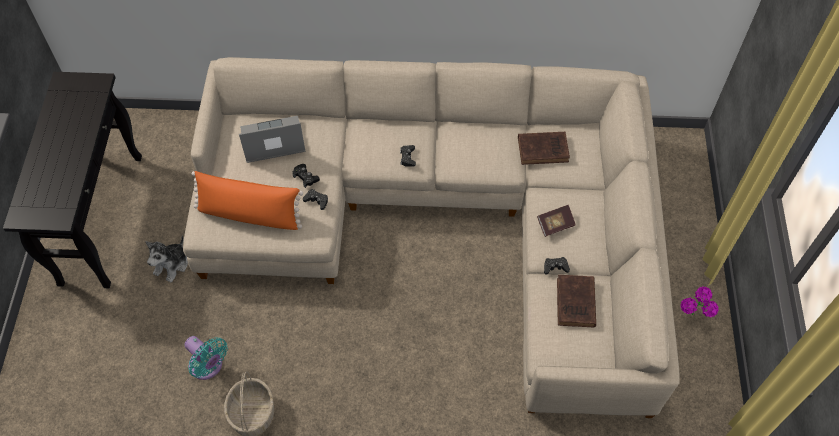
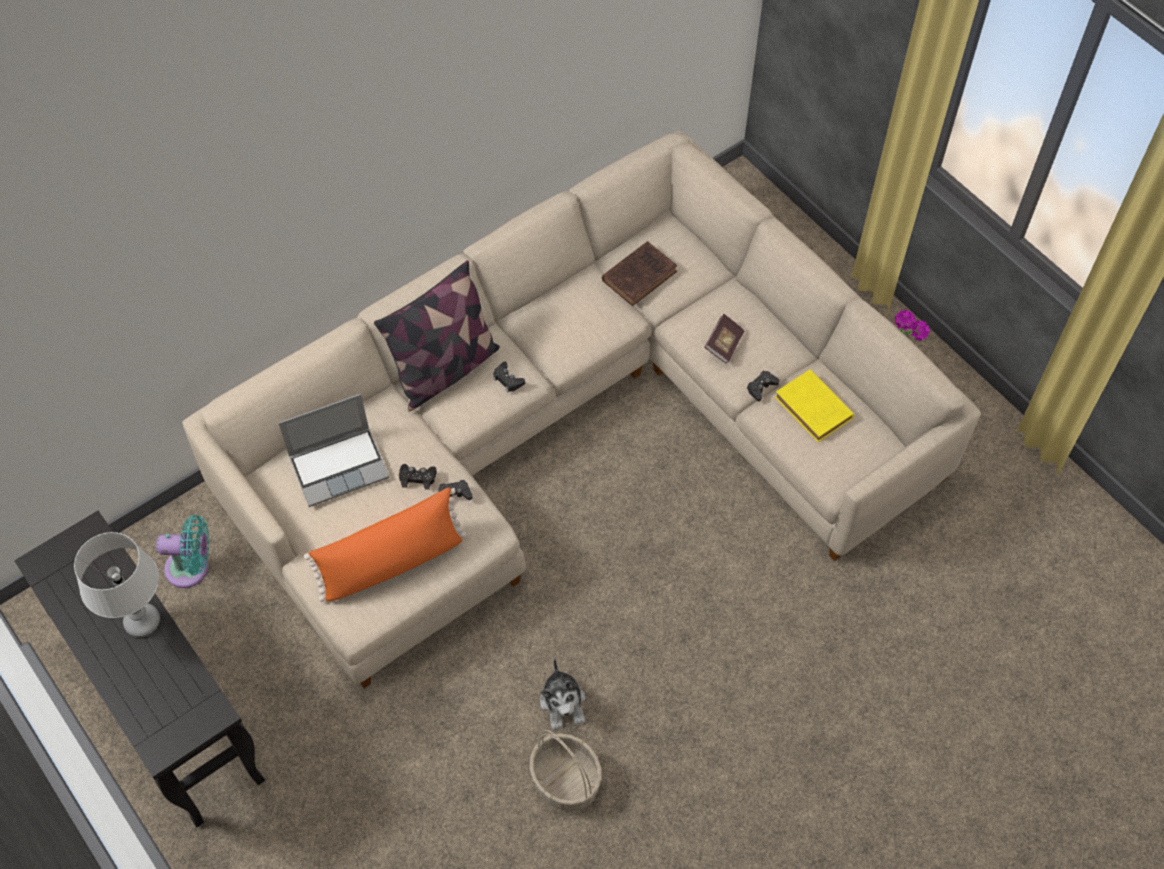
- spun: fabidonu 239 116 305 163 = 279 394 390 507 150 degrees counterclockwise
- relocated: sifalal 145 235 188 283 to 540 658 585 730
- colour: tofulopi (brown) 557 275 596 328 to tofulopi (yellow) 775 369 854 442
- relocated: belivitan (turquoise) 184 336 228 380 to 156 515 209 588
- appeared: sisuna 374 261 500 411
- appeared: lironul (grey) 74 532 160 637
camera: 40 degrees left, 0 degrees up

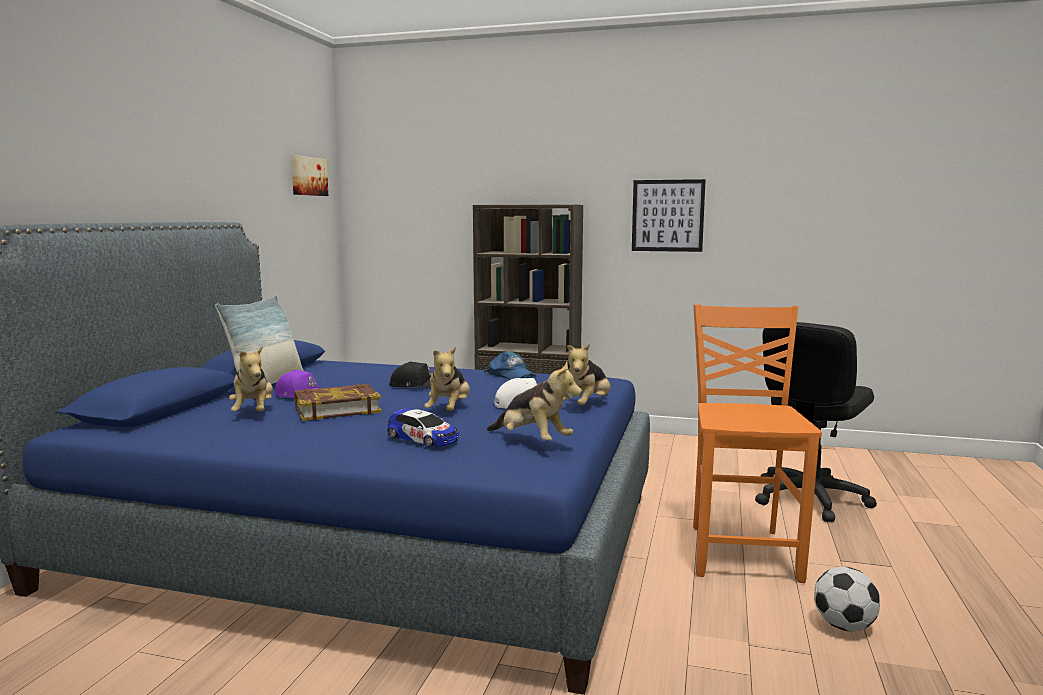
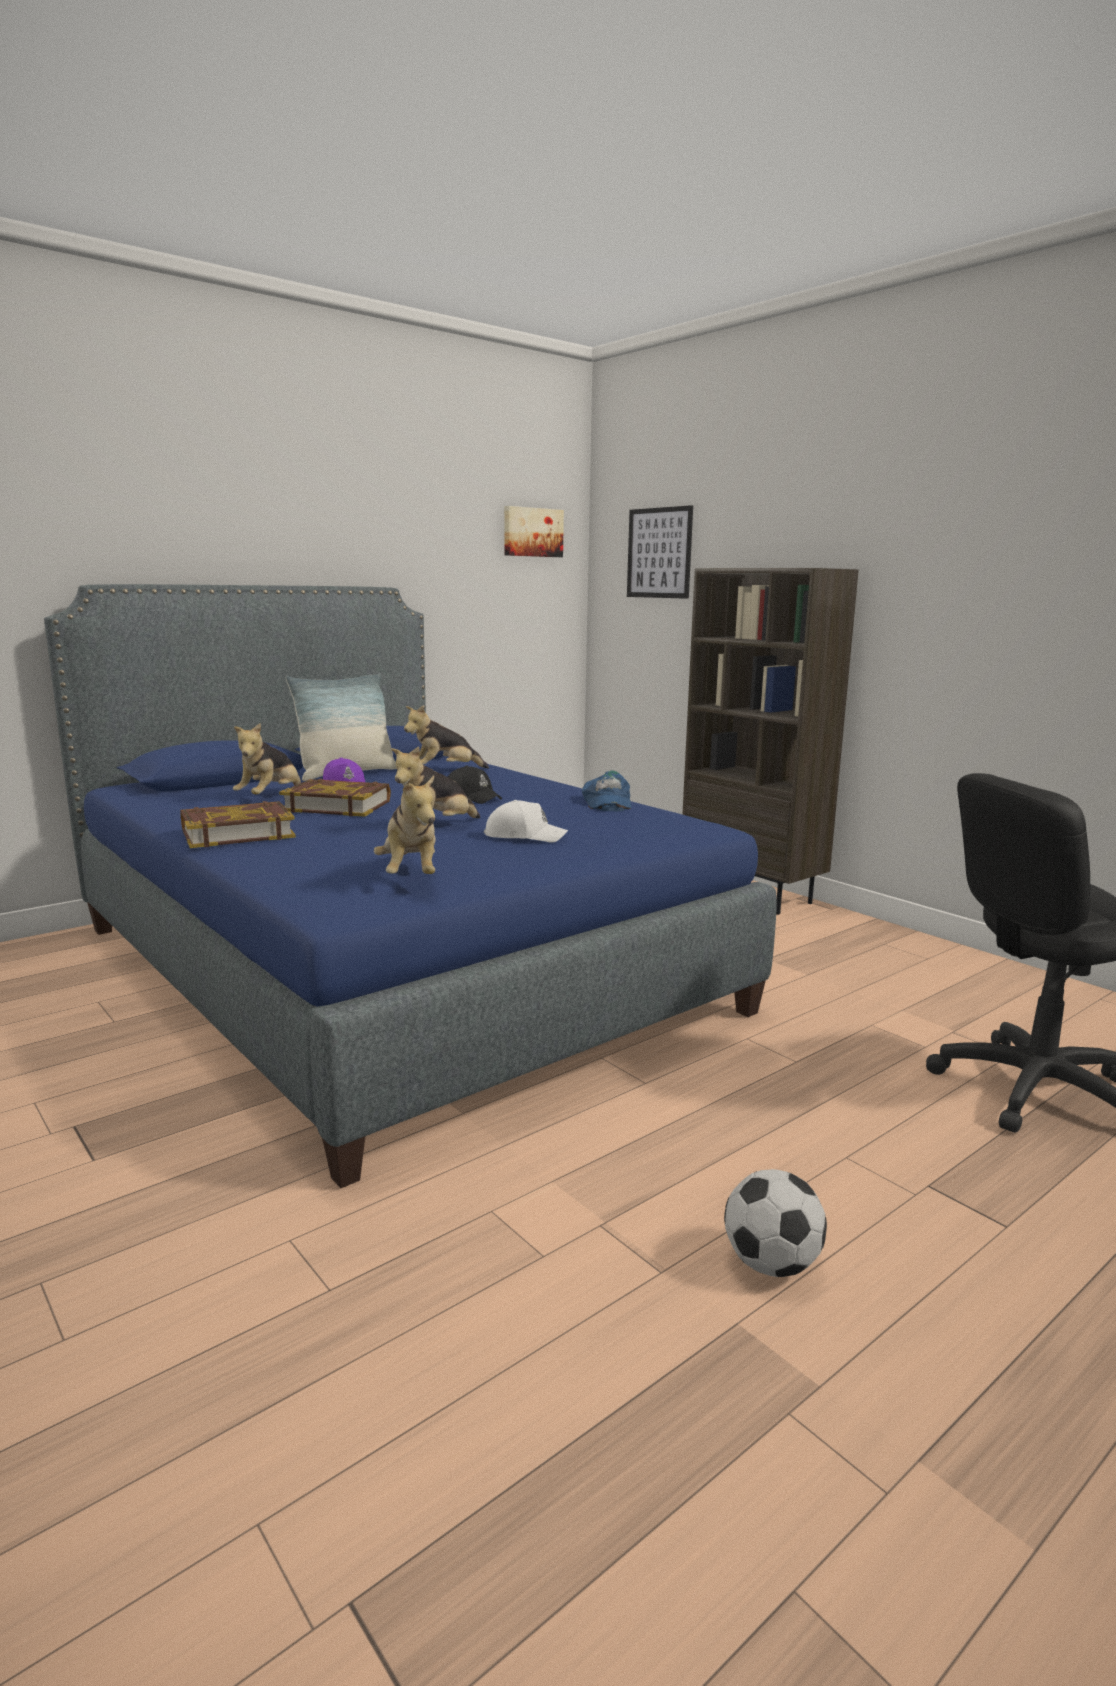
- relocated: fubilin 632 179 706 252 to 627 505 693 599
- missing: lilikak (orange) 693 304 822 583
- relocated: sifalal 563 343 610 405 to 404 706 489 768
- missing: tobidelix 387 409 459 447
- appeared: tofulopi 180 801 296 848
camera: 35 degrees right, 5 degrees up

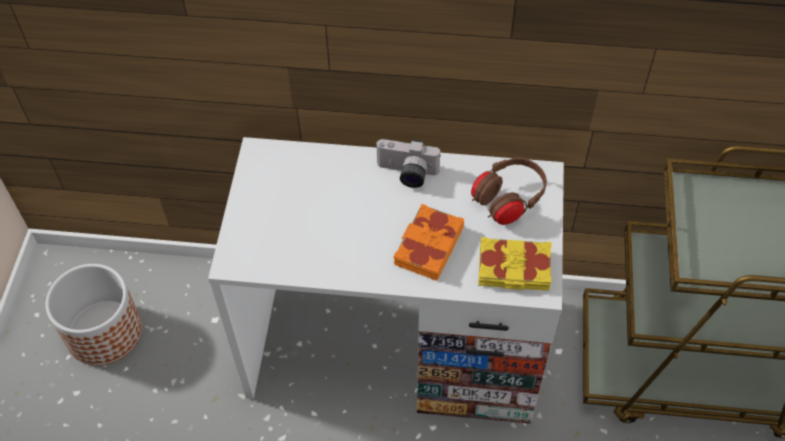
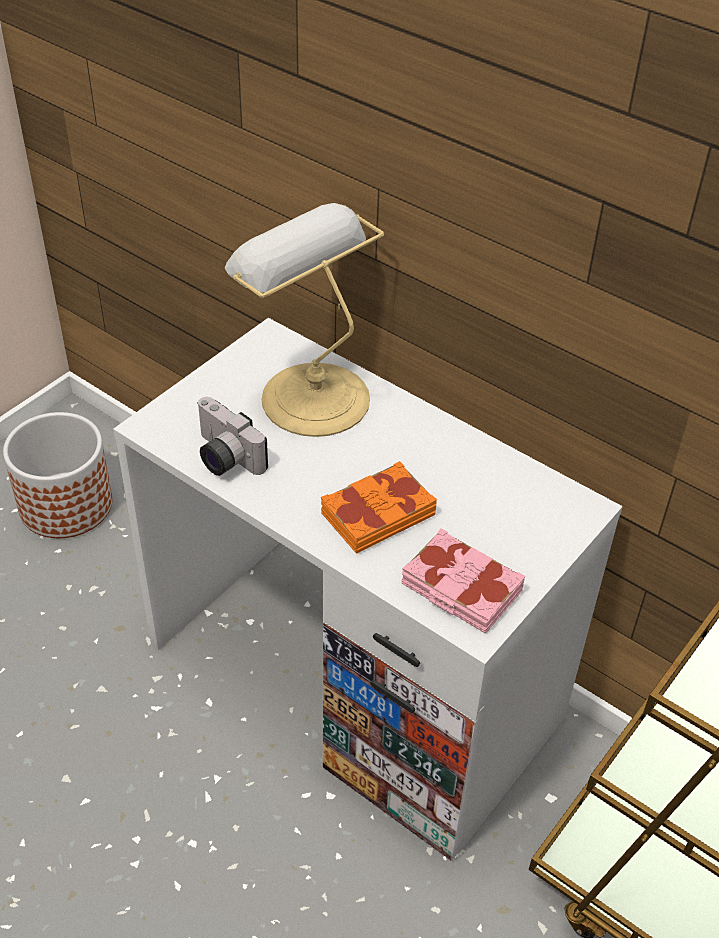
- relocated: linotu 375 139 441 188 to 197 397 268 476
- missing: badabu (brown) 471 158 547 225
- colour: tofulopi (yellow) 478 237 552 291 to tofulopi (pink) 401 528 526 634
- appeared: lironul 225 203 384 437
camera: 30 degrees right, 10 degrees down

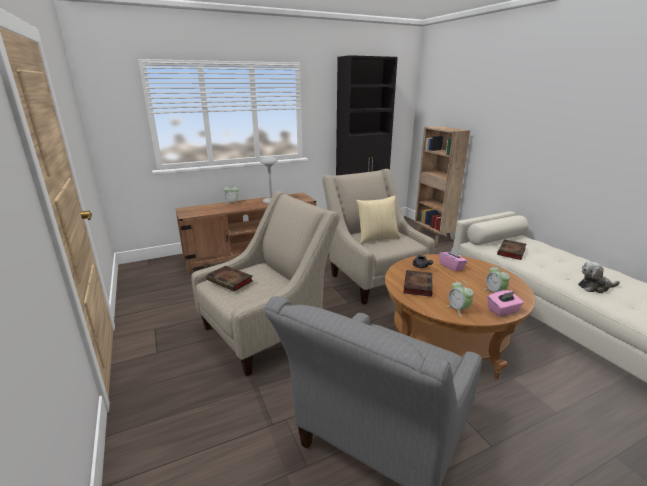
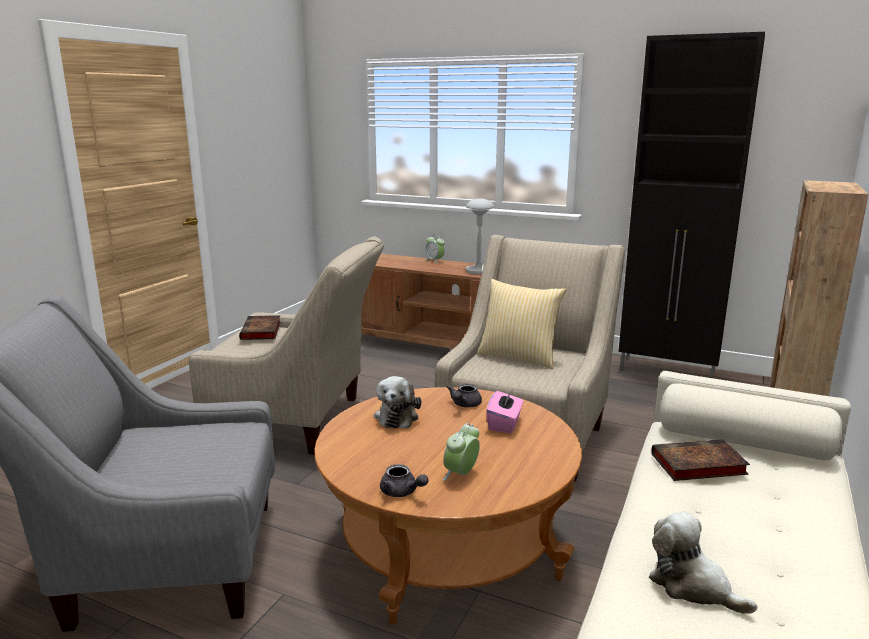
- exchanged: tofulopi 403 270 432 297 to sifalal 374 376 421 428
- missing: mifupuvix 447 281 473 316
- exchanged: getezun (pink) 487 290 524 316 to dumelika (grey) 380 464 429 497
camera: 50 degrees right, 5 degrees down

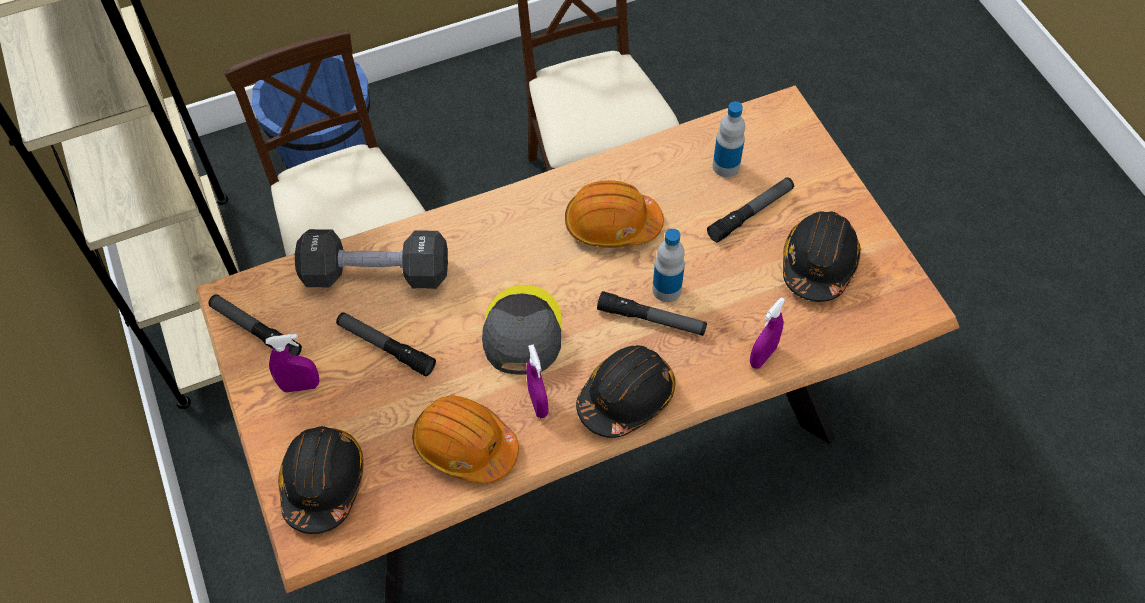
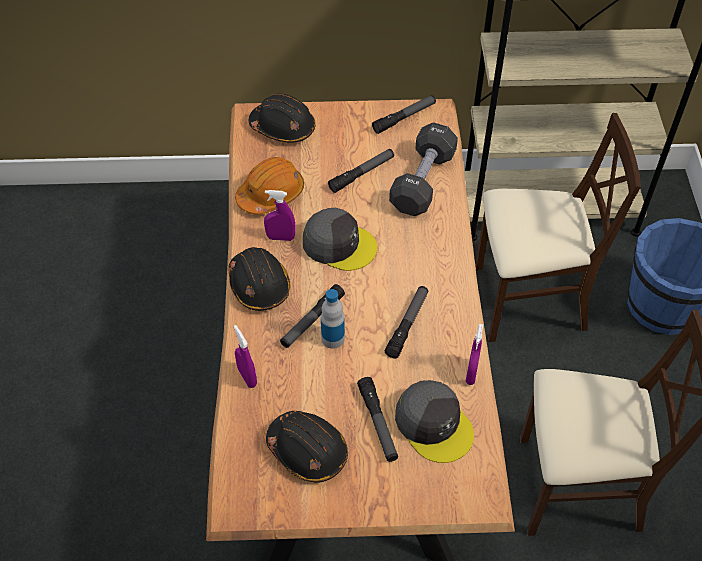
- exchanged: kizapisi 713 101 745 177 to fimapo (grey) 395 380 474 463
- exchanged: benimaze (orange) 565 180 664 248 to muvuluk 385 286 428 358
- relocated: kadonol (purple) 266 334 319 392 to 465 324 483 385
camera: 110 degrees right, 5 degrees down

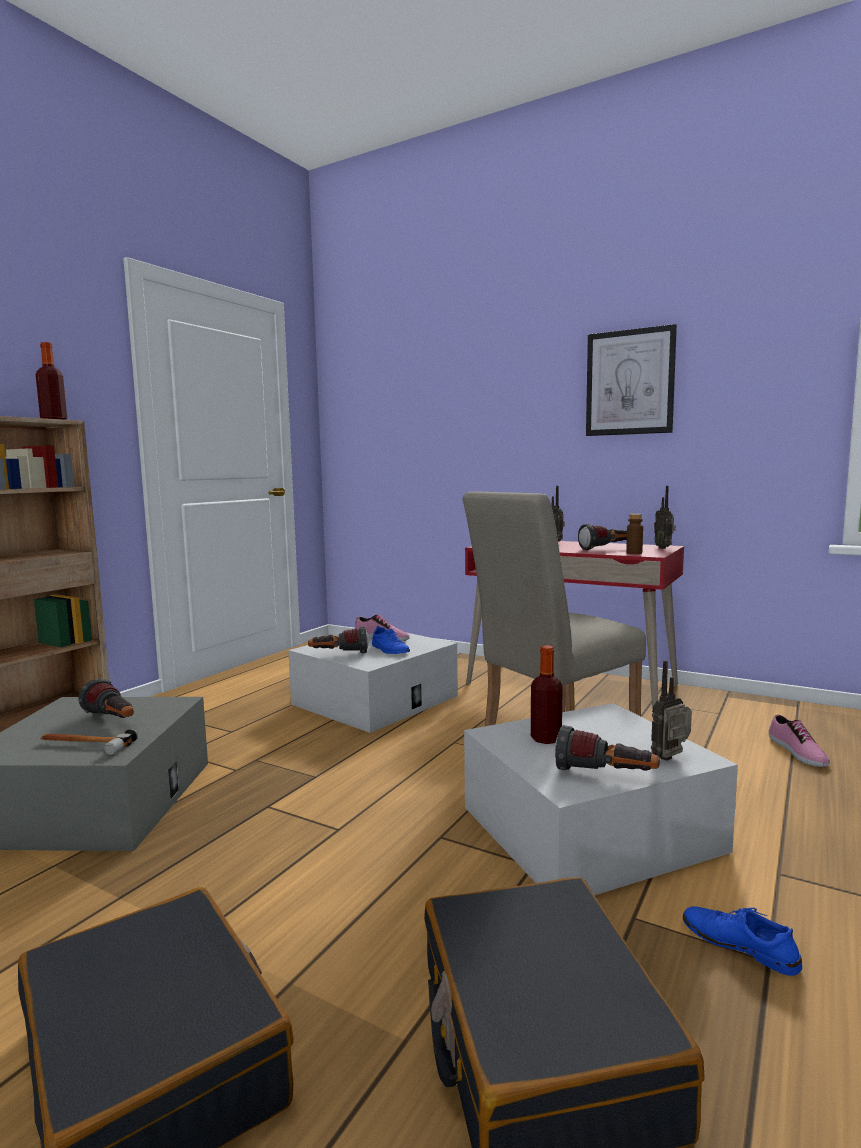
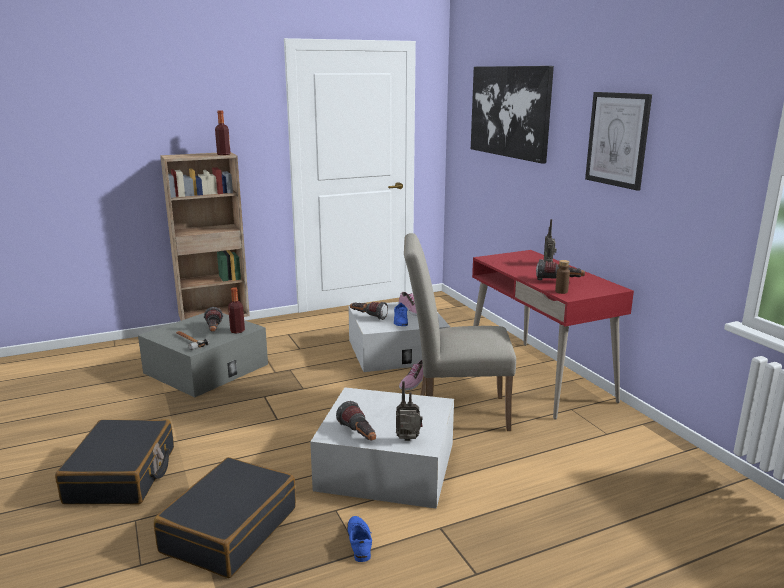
- missing: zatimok 654 486 676 549
- relocated: kizapisi 531 645 563 744 to 228 287 245 334
- relocated: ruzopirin 769 715 830 767 to 399 360 423 390
- appeared: fubilin 471 66 554 164
camera: 35 degrees right, 10 degrees up

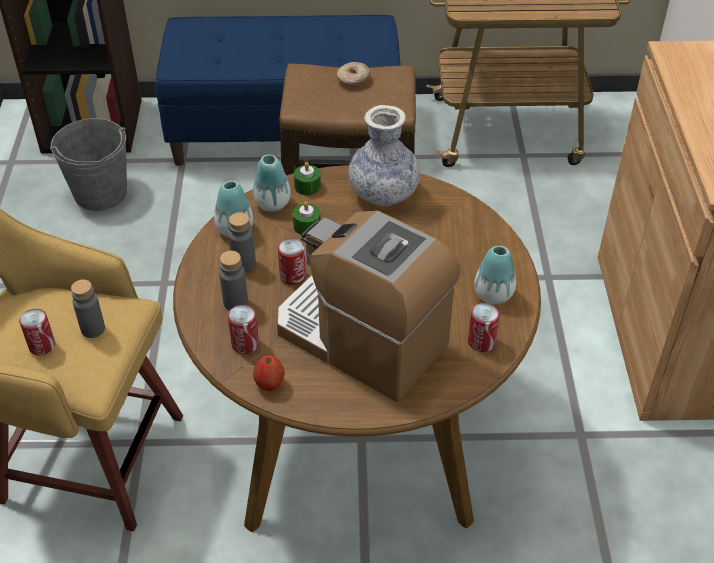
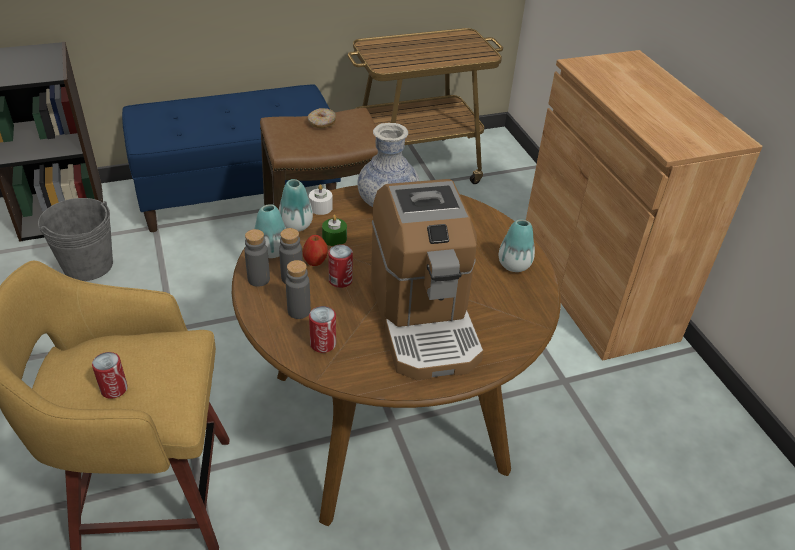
- colour: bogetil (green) 294 162 321 195 to bogetil (white) 309 184 333 215
- spun: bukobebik 277 211 461 402 = 371 179 484 380 120 degrees counterclockwise
- relocated: kizapisi (grey) 71 279 105 338 to 244 229 270 287
- missing: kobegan 468 303 500 352
- relocated: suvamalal 253 355 285 392 to 303 235 328 266
camera: 20 degrees left, 5 degrees down

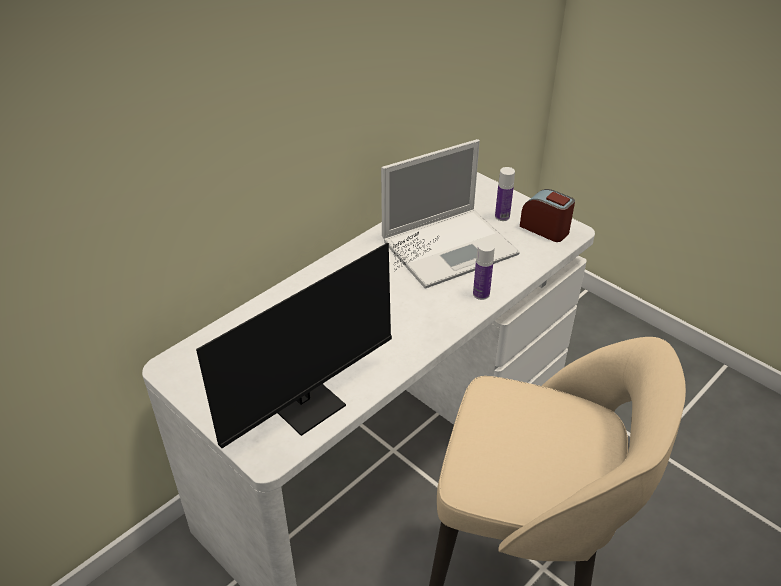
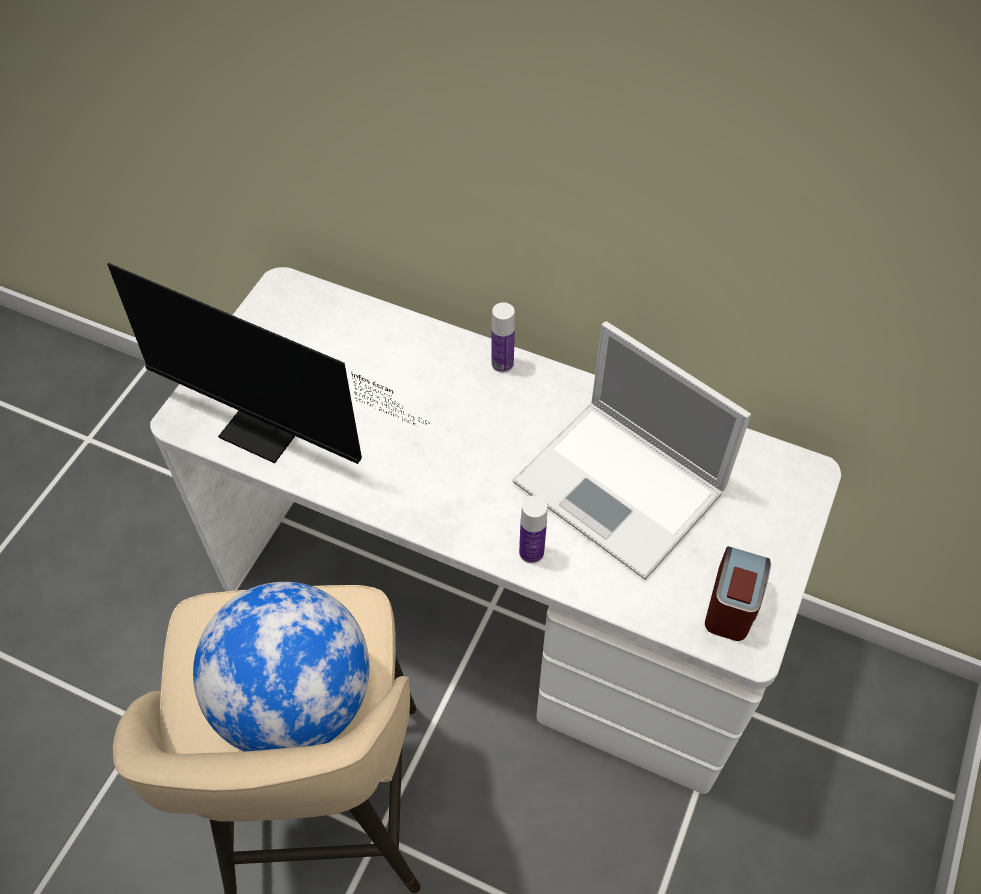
- relocated: kizapisi 495 167 515 221 to 492 302 515 373
- appeared: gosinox 193 582 369 752
camera: 70 degrees right, 15 degrees up

